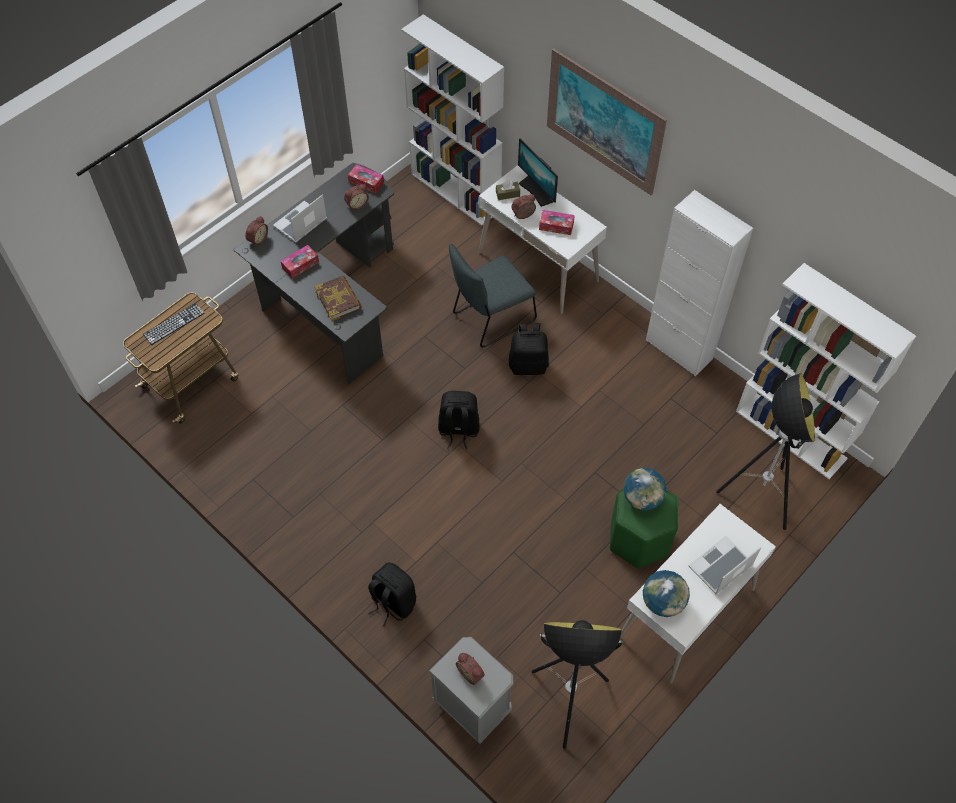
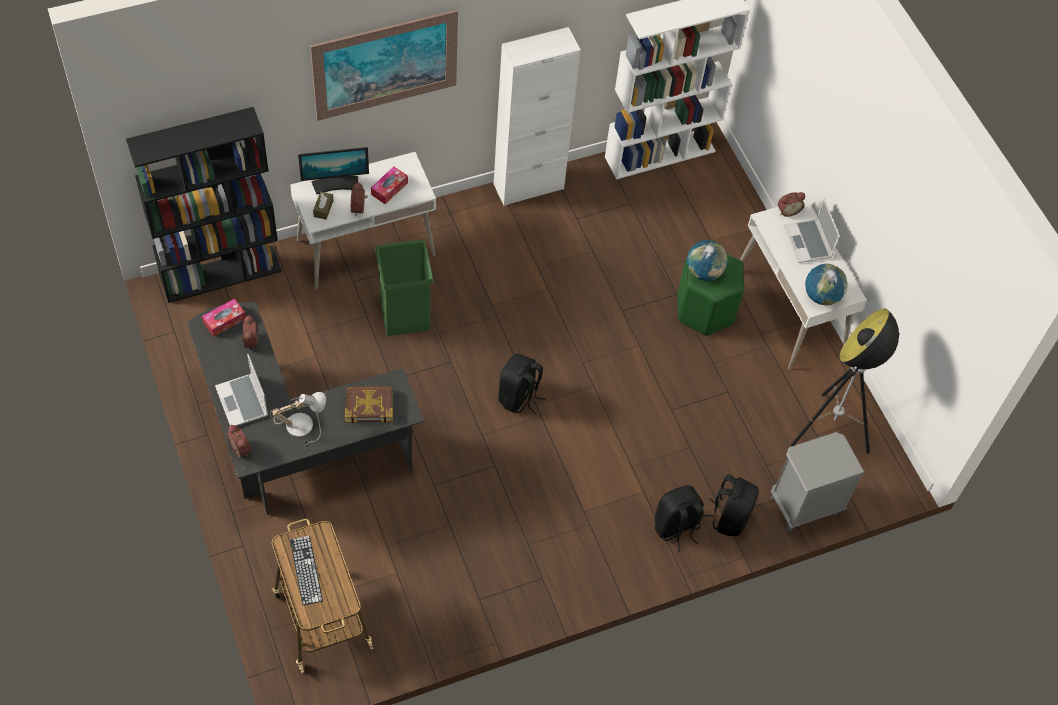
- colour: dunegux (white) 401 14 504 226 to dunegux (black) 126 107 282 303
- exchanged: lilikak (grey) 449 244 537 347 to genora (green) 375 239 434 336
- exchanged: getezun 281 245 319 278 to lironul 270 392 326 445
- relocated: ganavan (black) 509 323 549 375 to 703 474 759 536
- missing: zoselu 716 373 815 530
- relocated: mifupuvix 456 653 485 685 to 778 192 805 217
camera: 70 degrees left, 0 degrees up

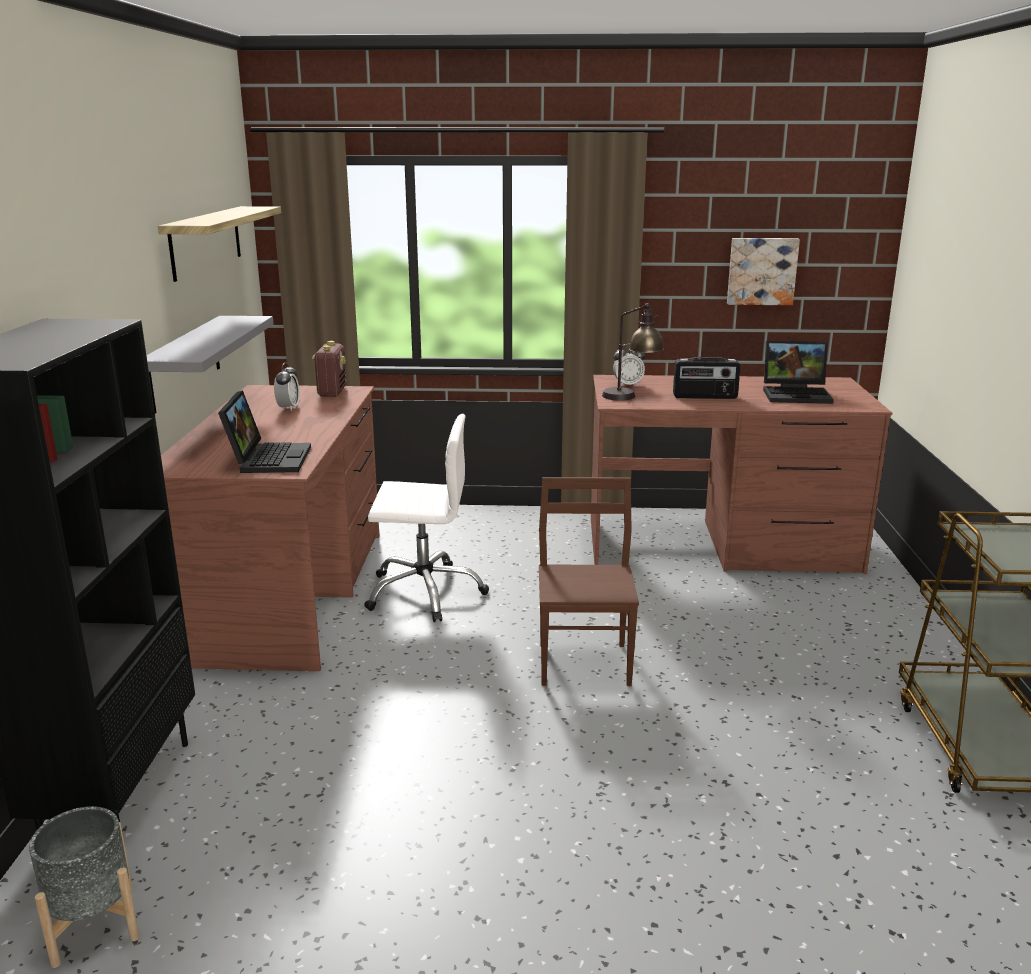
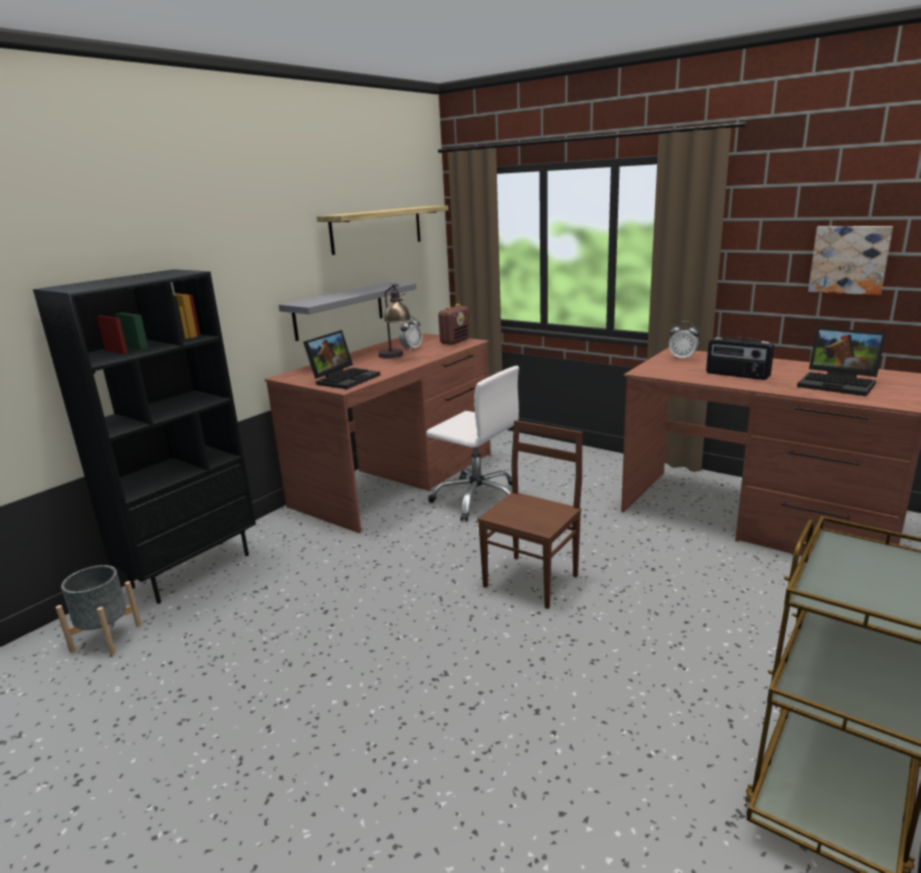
- relocated: lironul 602 303 664 401 to 378 284 411 358
camera: 35 degrees right, 0 degrees up

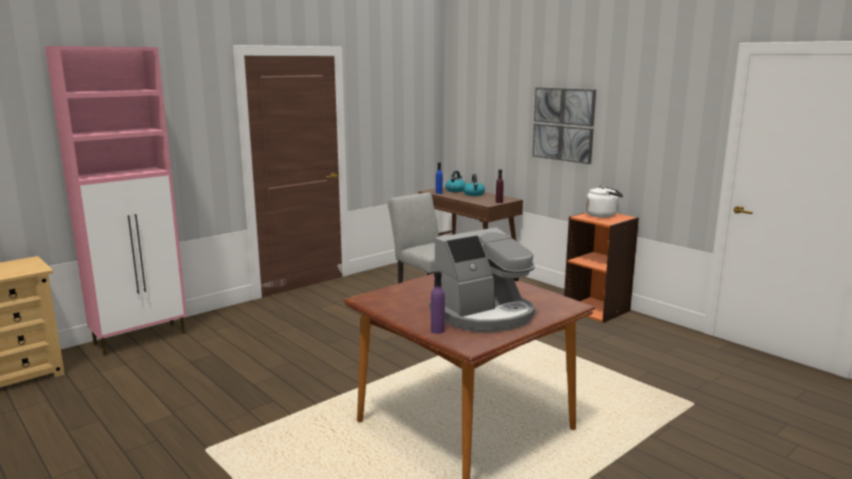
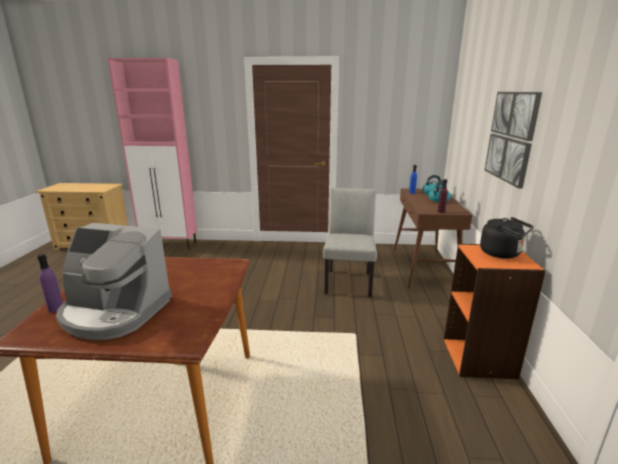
- colour: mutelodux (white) 586 186 623 218 to mutelodux (black) 480 217 533 259
camera: 45 degrees right, 5 degrees up

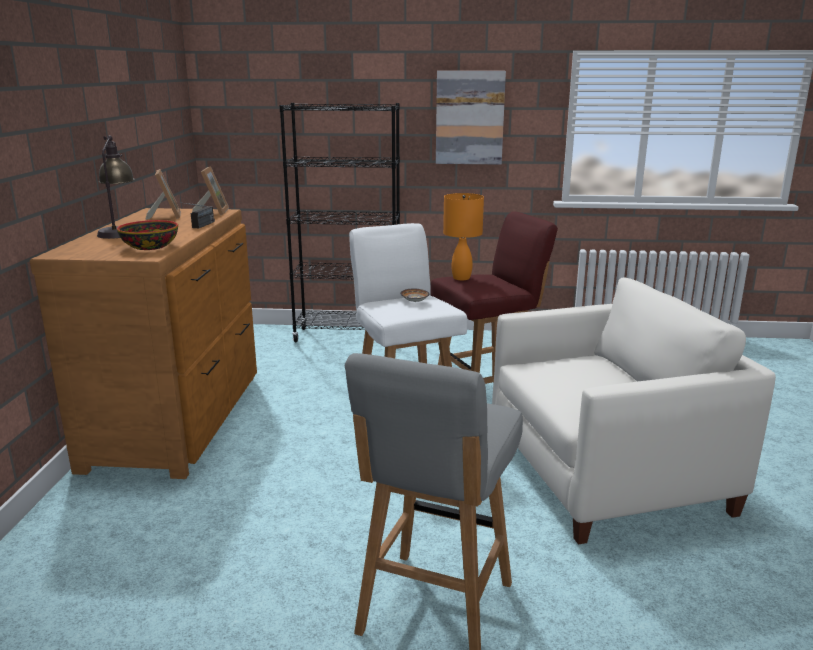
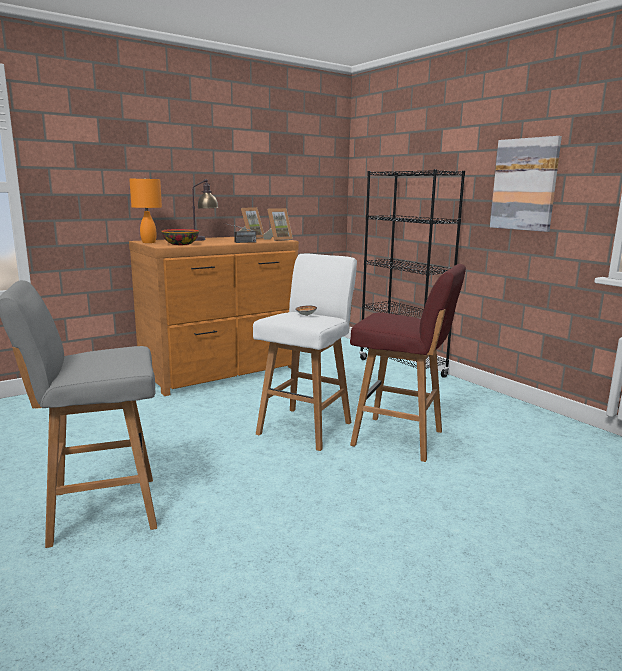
- relocated: lironul (orange) 443 193 484 280 to 129 178 162 243
- missing: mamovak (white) 492 277 776 545
camera: 50 degrees right, 5 degrees down

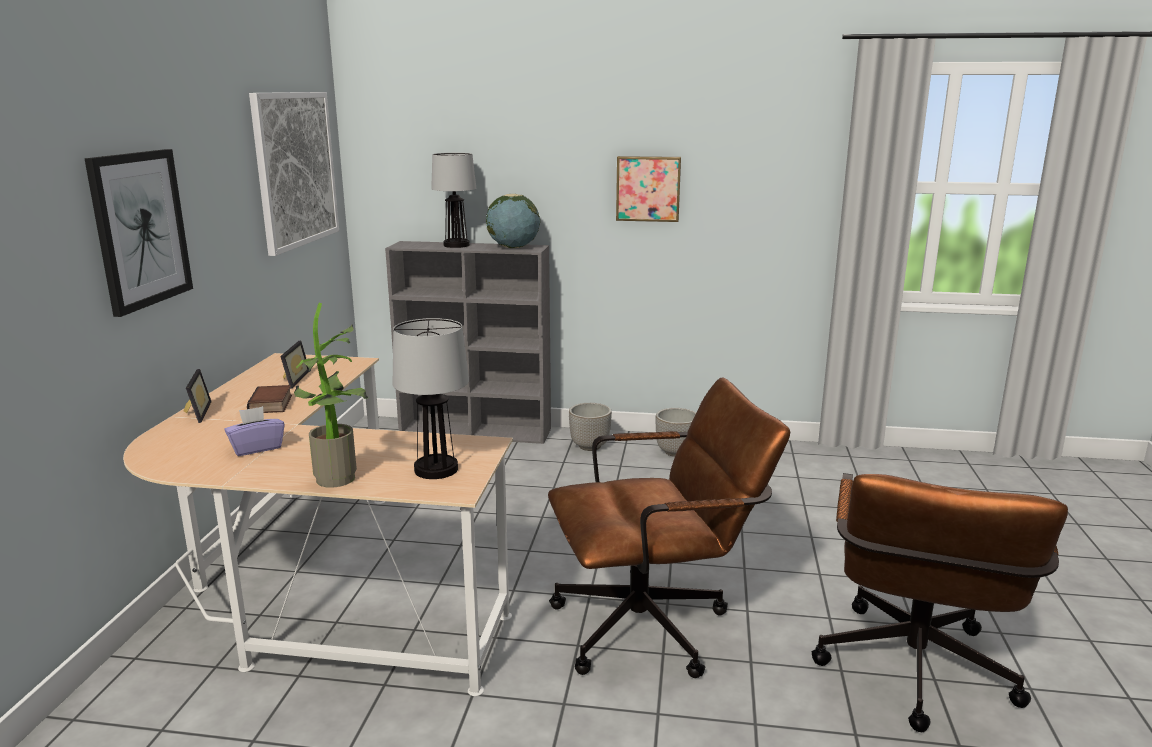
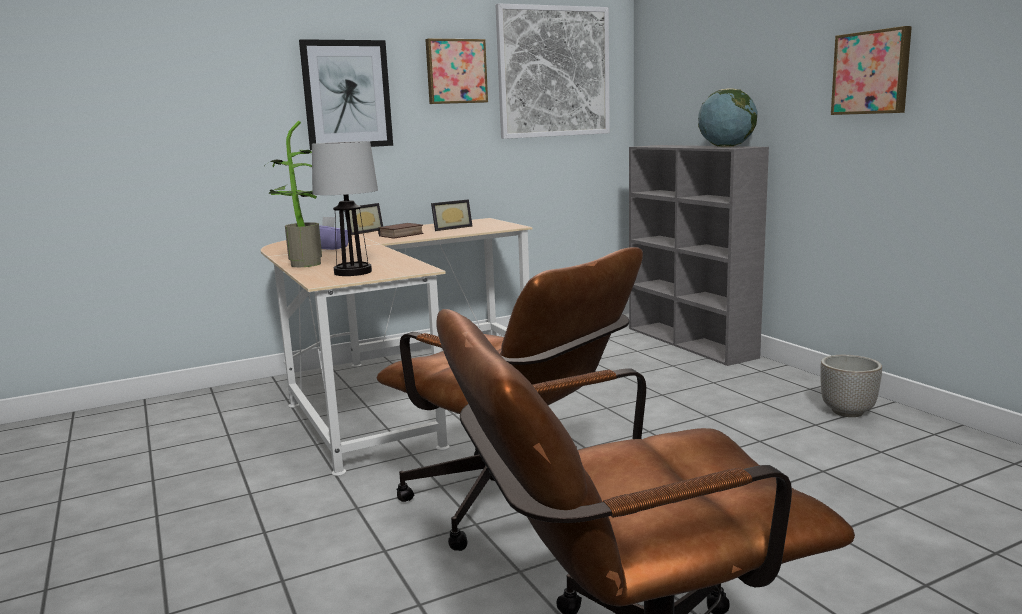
- missing: lironul 431 153 476 248
- missing: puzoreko 569 403 612 451
- appeared: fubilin 425 38 488 104
camera: 55 degrees right, 5 degrees down

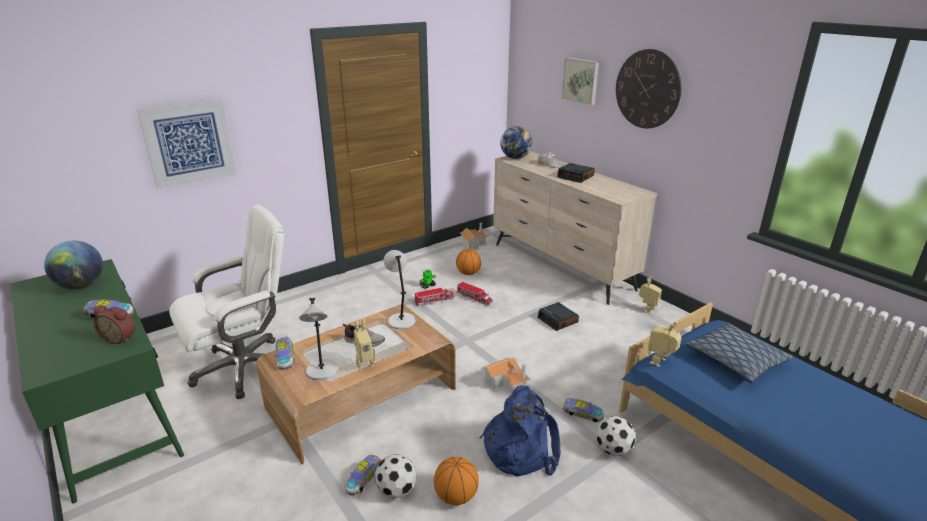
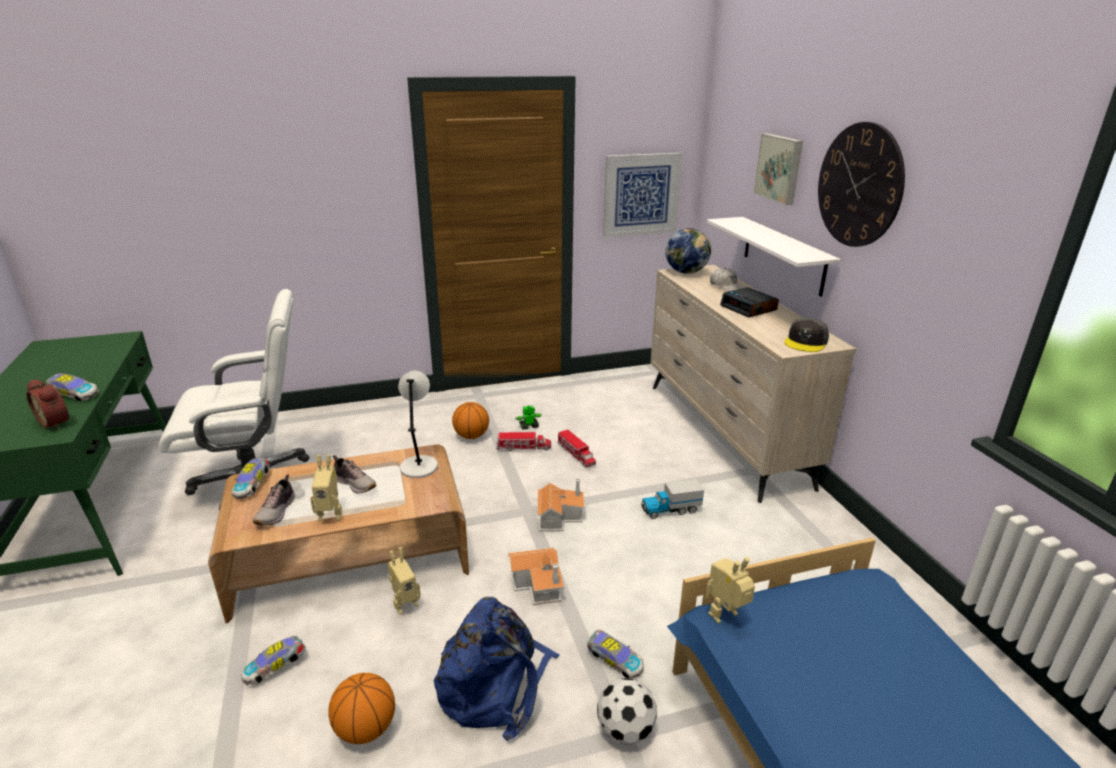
- relocated: fubilin 137 99 236 189 to 603 153 682 238
- relocated: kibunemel 460 223 488 250 to 537 479 585 532
- missing: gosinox 44 241 103 289
- relocated: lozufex 456 249 482 275 to 452 402 489 439
- relocated: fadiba 639 276 662 314 to 387 547 421 615
- exchanged: lironul (grey) 299 298 338 380 to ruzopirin 253 474 295 525
- exchanged: mifupuvix 537 302 579 331 to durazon 641 479 704 519
- missing: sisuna 685 323 794 383
- missing: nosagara 375 454 416 498
- appeared: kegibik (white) 707 217 841 297
- appeared: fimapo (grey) 784 318 829 352
camera: 20 degrees right, 0 degrees up

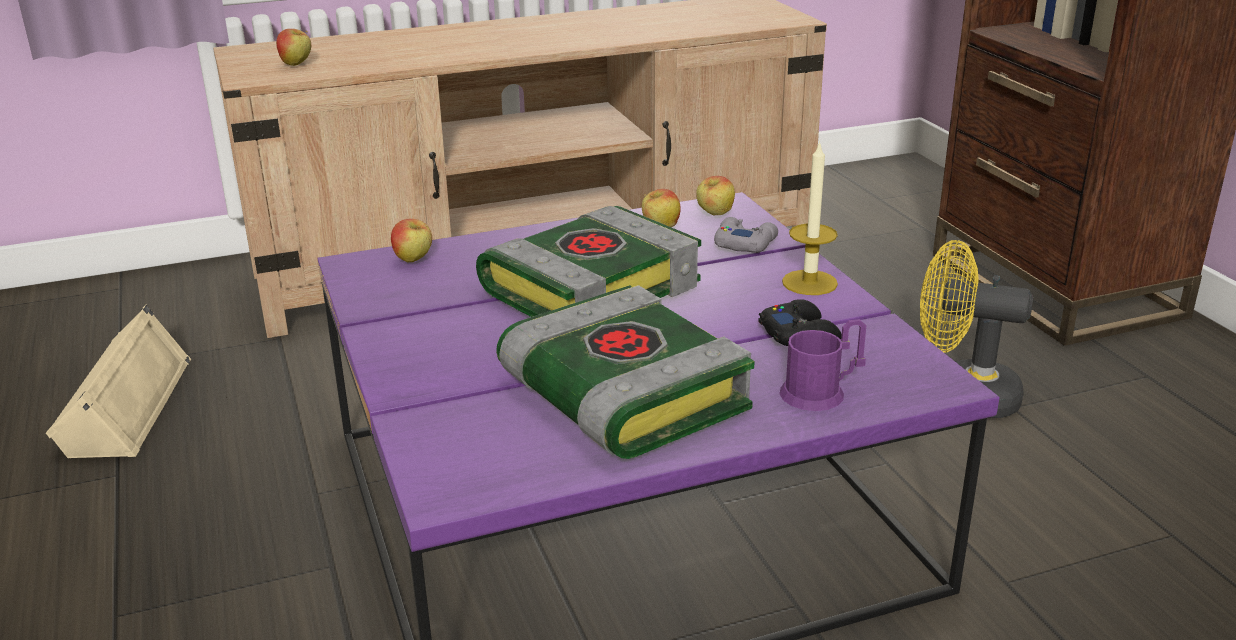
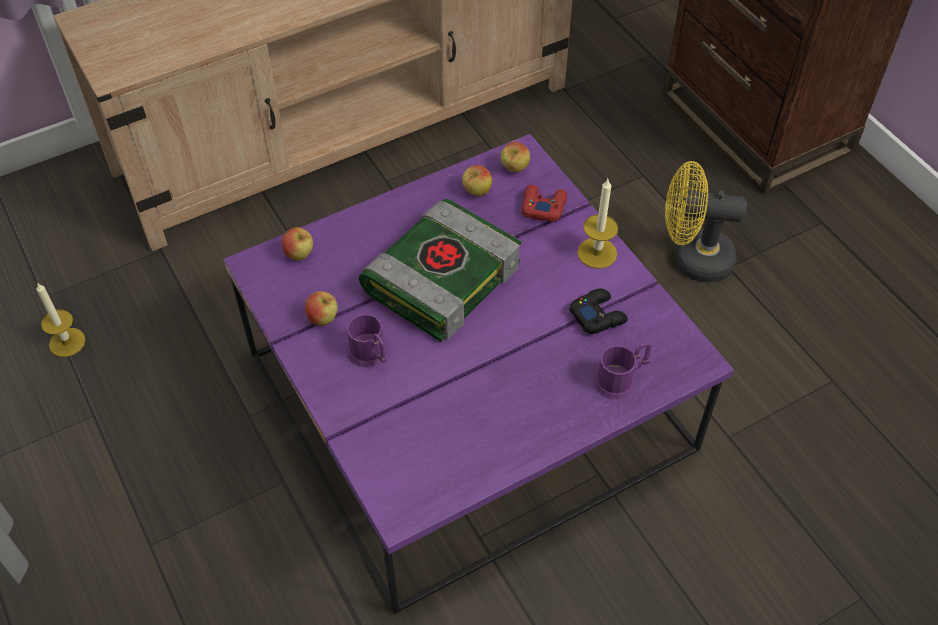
- relocated: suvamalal 276 29 311 66 to 305 291 338 325
- colour: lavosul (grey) 714 217 778 253 to lavosul (red) 522 185 567 222
- missing: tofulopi 496 285 755 459
- exchanged: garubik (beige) 46 305 191 458 to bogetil 37 282 86 357
- appeared: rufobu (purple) 346 314 388 368
camera: 10 degrees left, 25 degrees up

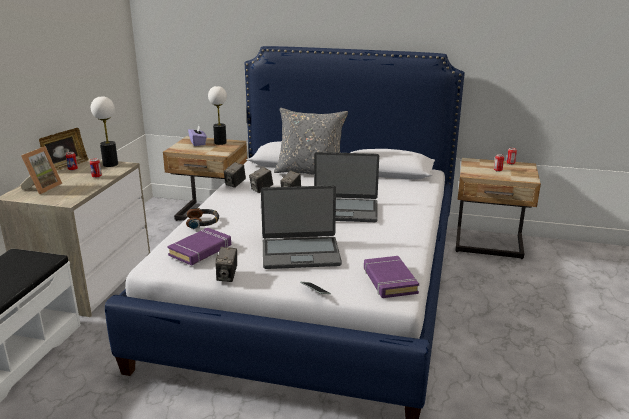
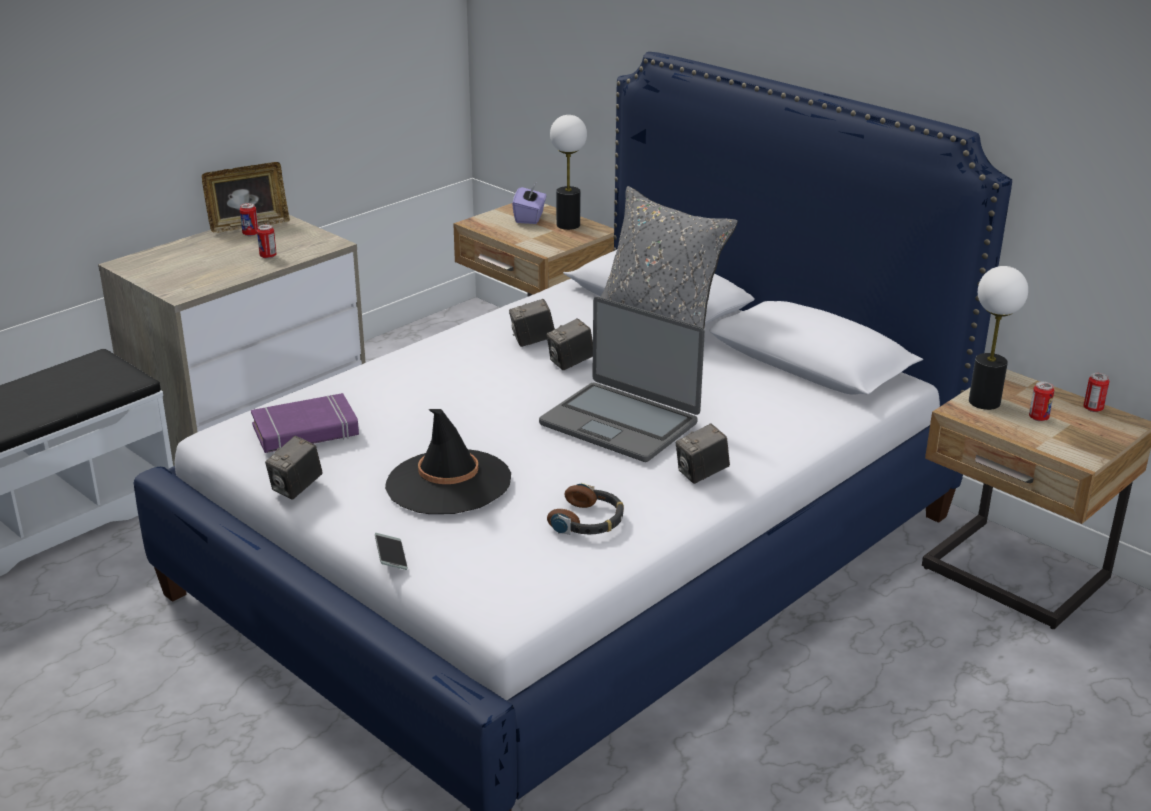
- relocated: lironul 91 96 118 167 to 969 266 1028 410
- missing: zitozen 20 146 62 194
- relocated: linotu 224 162 246 188 to 676 424 730 484
- exchanged: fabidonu 261 185 342 269 to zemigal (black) 385 409 511 514
- relocated: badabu 186 208 219 229 to 547 483 624 535
- missing: tofulopi (purple) 364 256 419 298
camera: 30 degrees right, 5 degrees up

